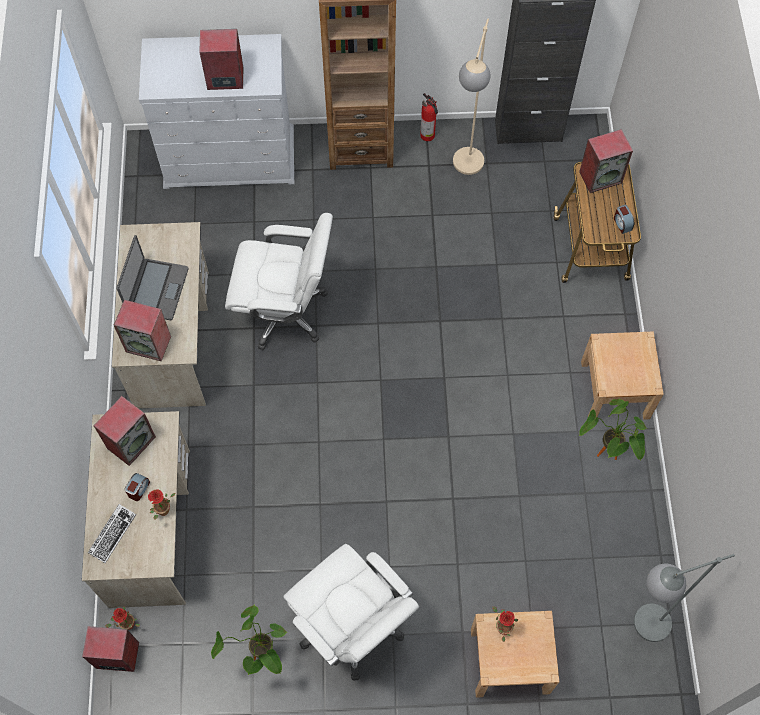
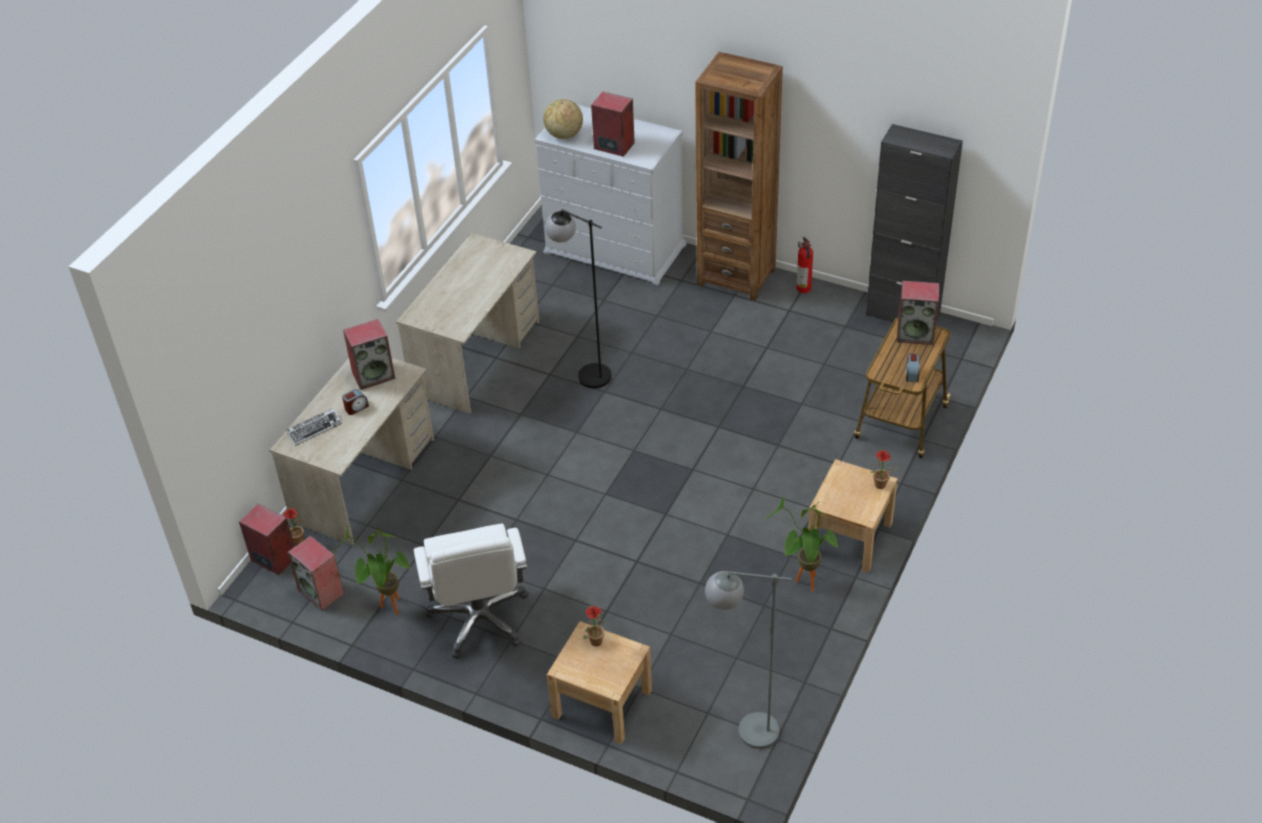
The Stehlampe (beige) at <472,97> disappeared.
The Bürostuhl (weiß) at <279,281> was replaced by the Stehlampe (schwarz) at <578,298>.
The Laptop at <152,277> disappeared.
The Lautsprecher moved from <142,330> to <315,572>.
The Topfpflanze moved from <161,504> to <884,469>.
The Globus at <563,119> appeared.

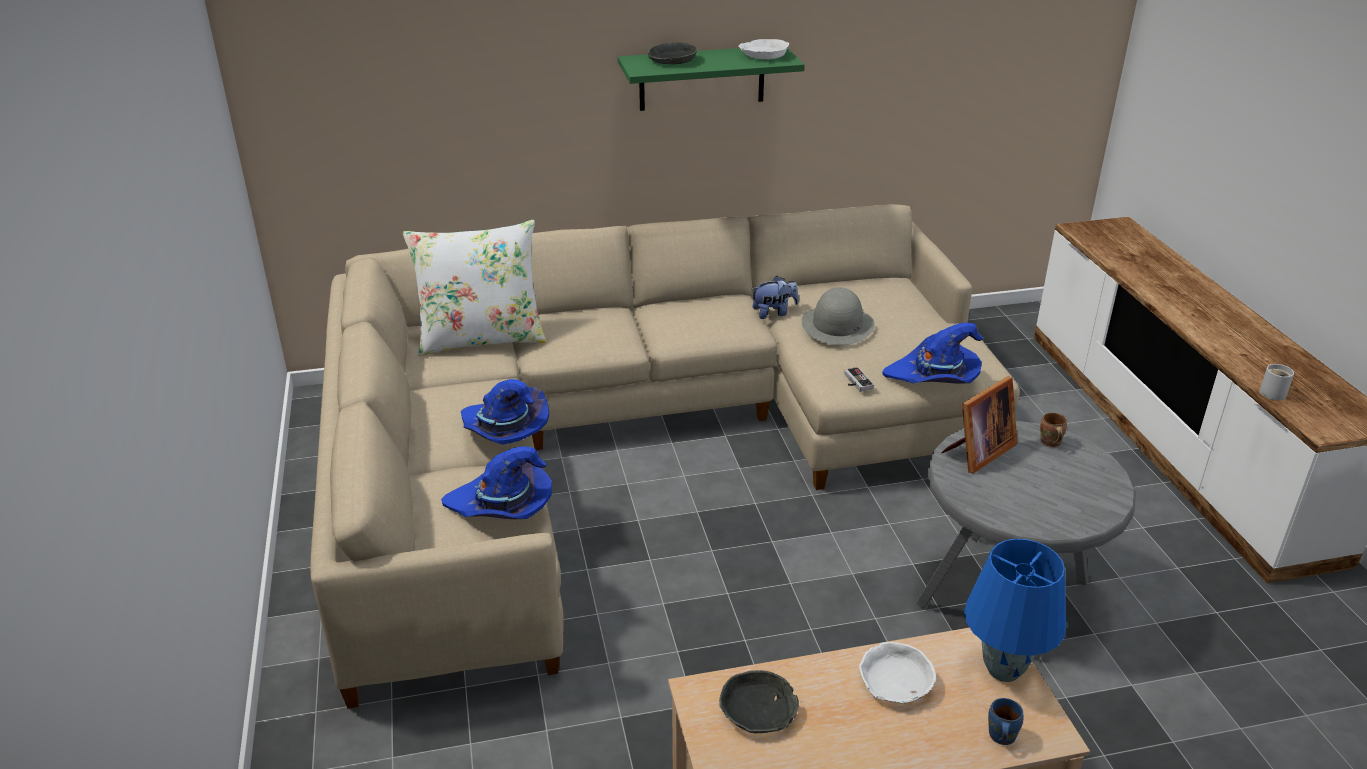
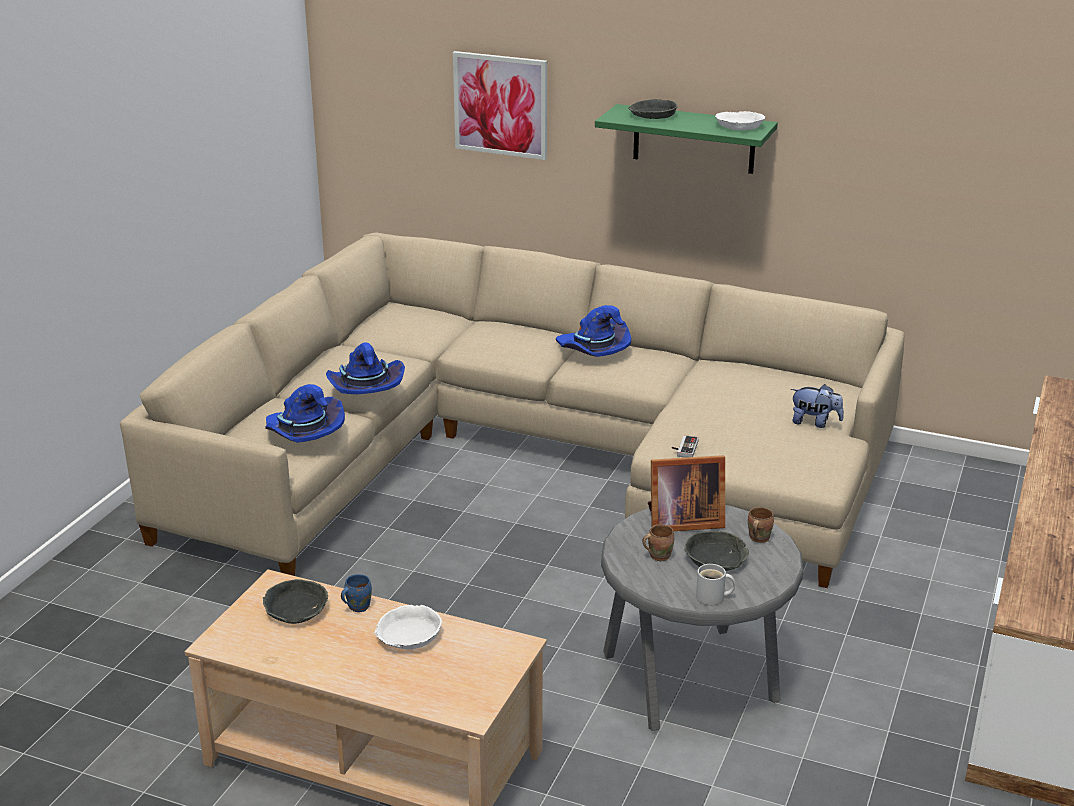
The Kissen (weiß) at <475,288> disappeared.
The Plüschtier moved from <775,297> to <817,406>.
The Hut (grau) at <838,316> disappeared.
The Hut (blau) moved from <932,353> to <593,331>.
The Henkelbecher (weiß) moved from <1276,382> to <715,584>.
The Tischlampe (blau) at <1015,610> disappeared.
The Henkelbecher (blau) moved from <1005,721> to <356,593>.
The Bild at <500,105> appeared.
The Henkelbecher (braun) at <658,542> appeared.
The Schüssel (grau) at <716,551> appeared.

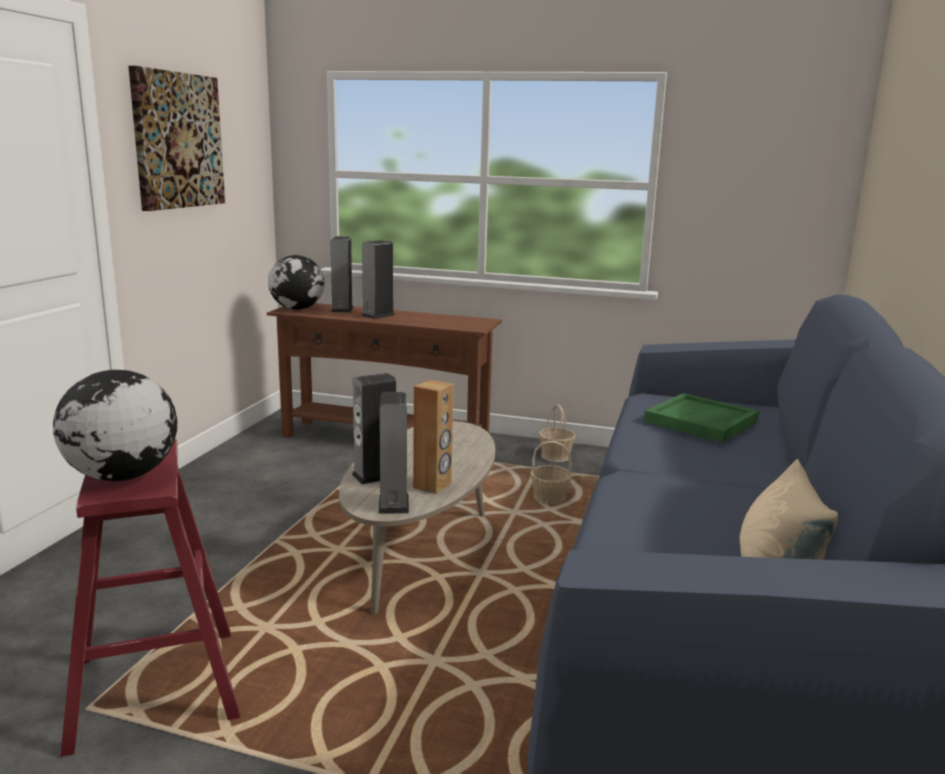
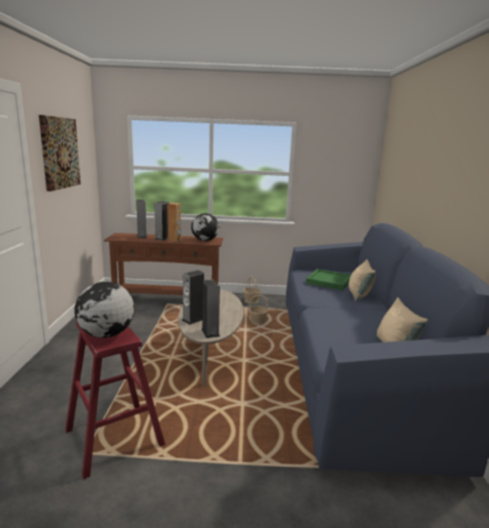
The Globus moved from <296,282> to <205,227>.
The Lautsprecher (braun) moved from <433,437> to <174,222>.
The Kissen (beige) at <362,280> appeared.

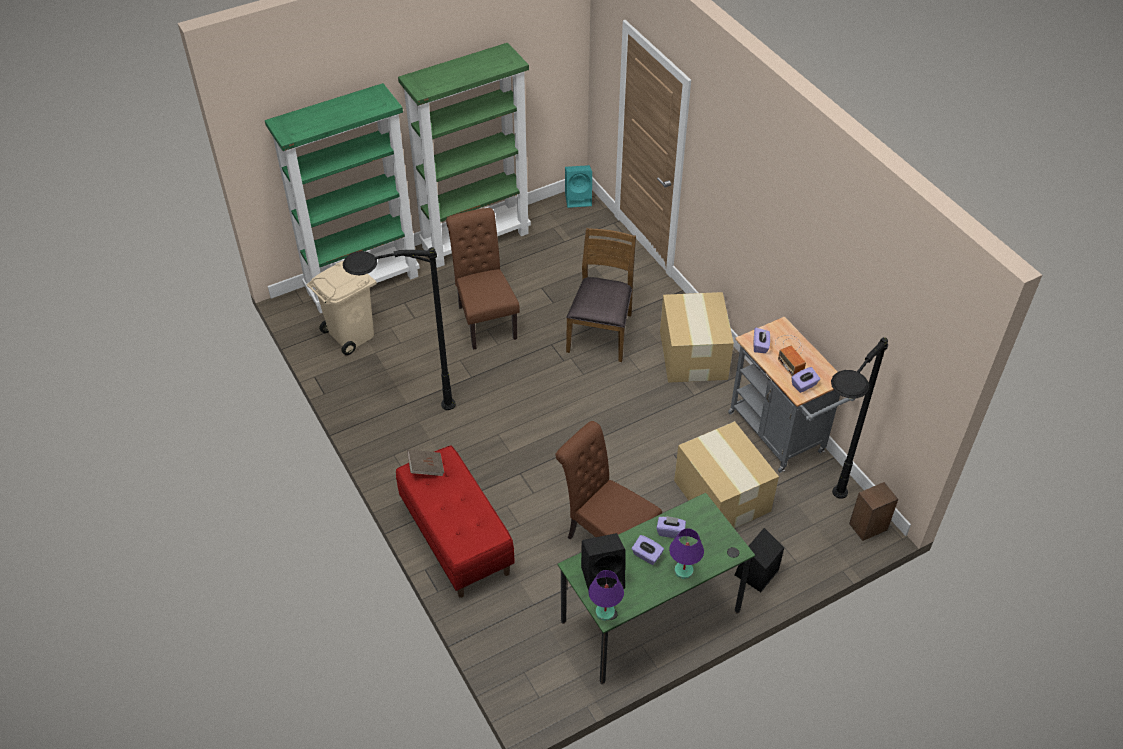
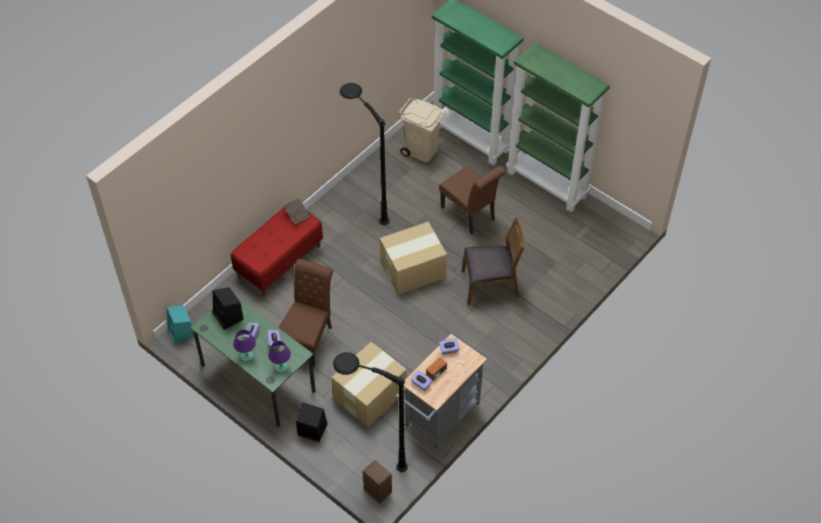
The Lautsprecher (türkis) moved from <578,186> to <180,325>.
The Stuhl (braun) at <483,279> turned 90 degrees clockwise.
The Karton moved from <697,337> to <413,258>.
The Tischlampe (lila) moved from <606,595> to <279,357>.

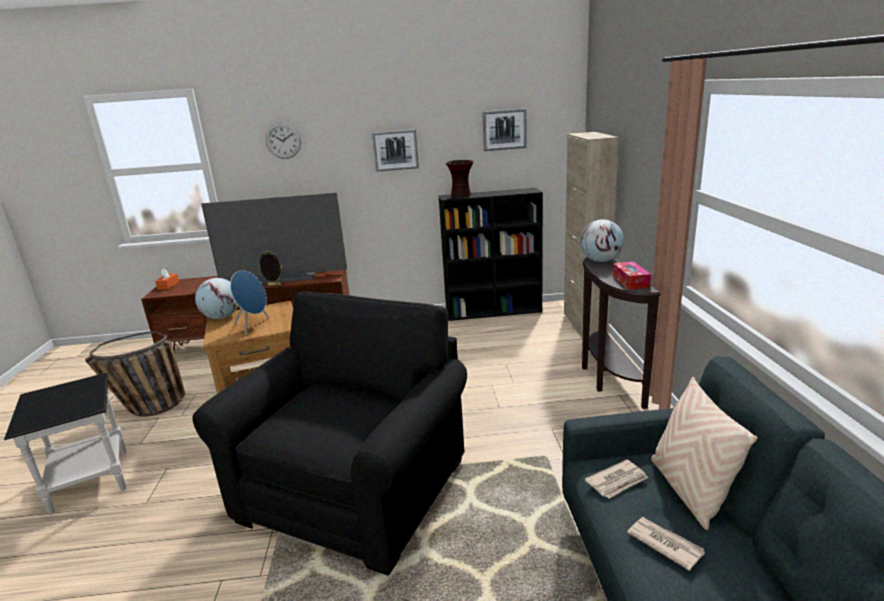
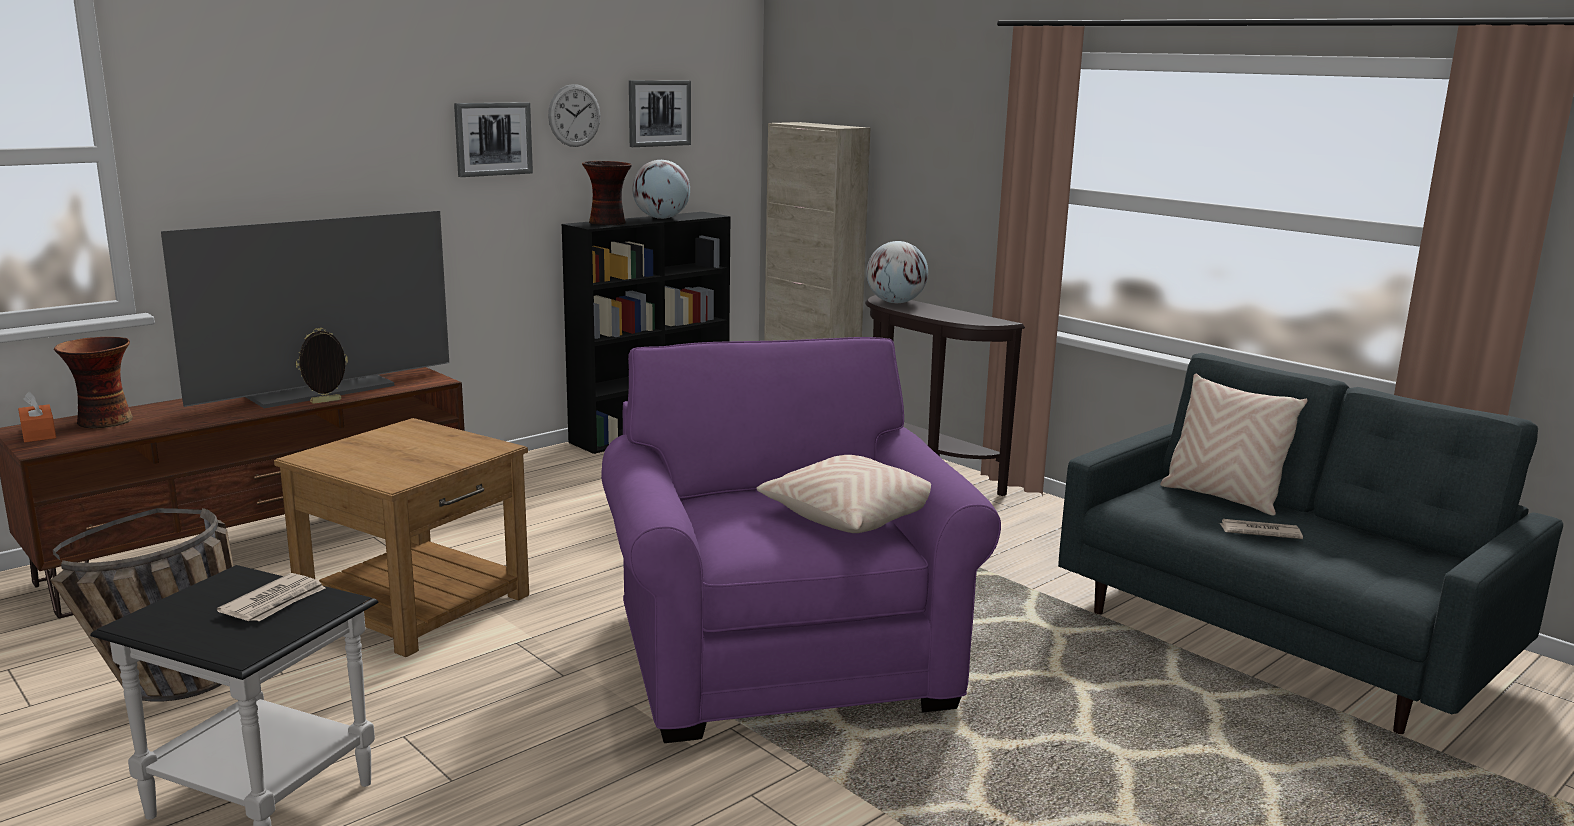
The Wanduhr moved from <283,141> to <574,115>.
The Taschentuchbox at <632,276> disappeared.
The Lautsprecher (blau) at <249,302> disappeared.
The Globus moved from <216,298> to <661,189>.
The Sessel (schwarz) at <329,433> became the Sessel (lila) at <801,540>.
The Zeitung moved from <616,478> to <271,597>.
The Vase at <93,383> appeared.
The Kissen (beige) at <843,494> appeared.

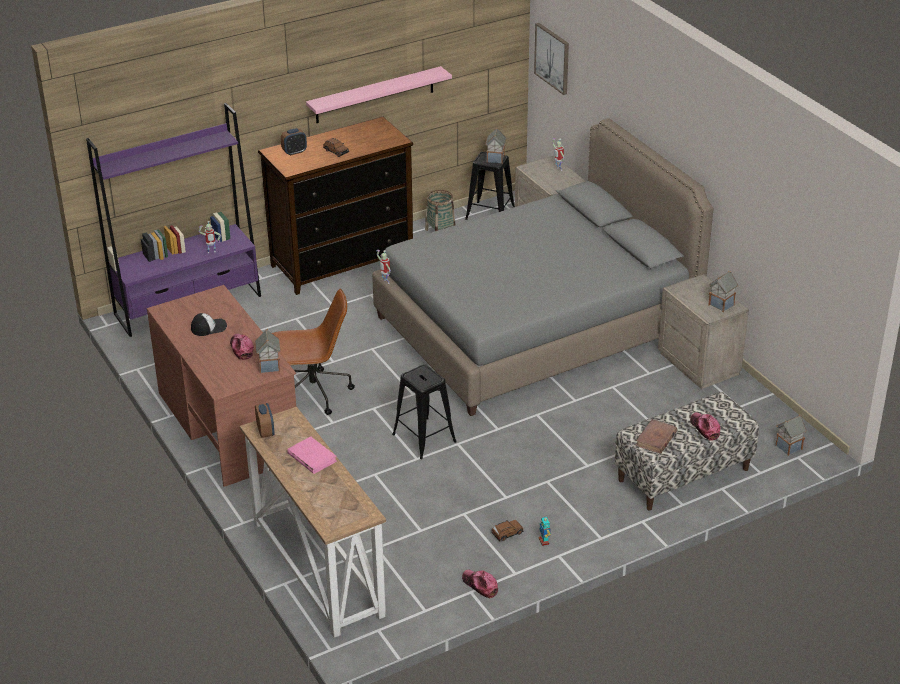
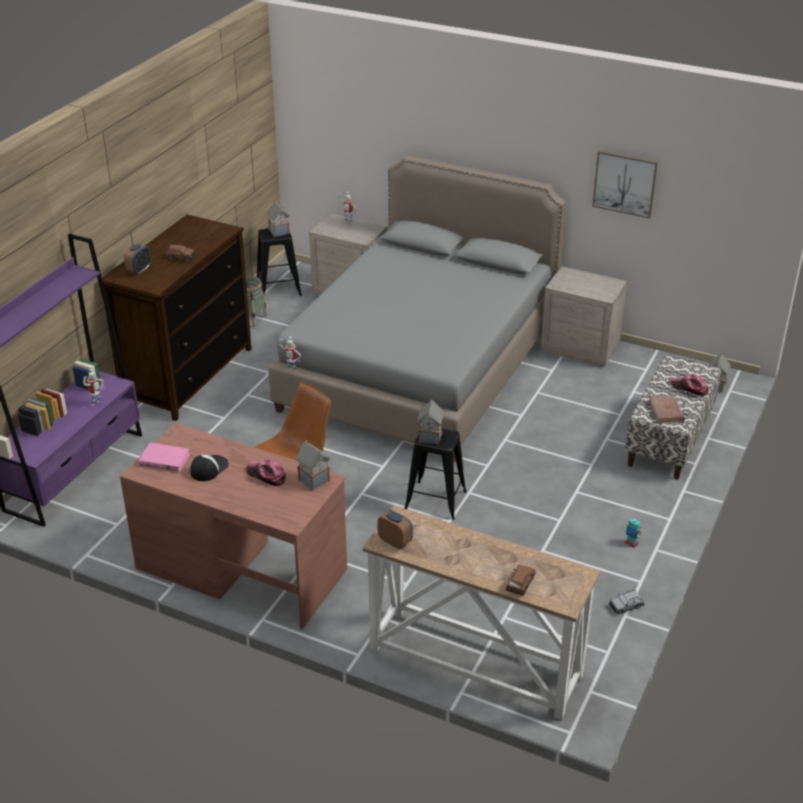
The Bild moved from <551,59> to <625,184>.
The Wandregal (rosa) at <379,94> disappeared.
The Spielzeughaus moved from <723,291> to <430,423>.
The Buch (rosa) moved from <312,455> to <164,457>.
The Spielzeugauto (braun) moved from <507,530> to <520,580>.
The Kappe at <480,584> was replaced by the Spielzeugauto (grau) at <626,602>.

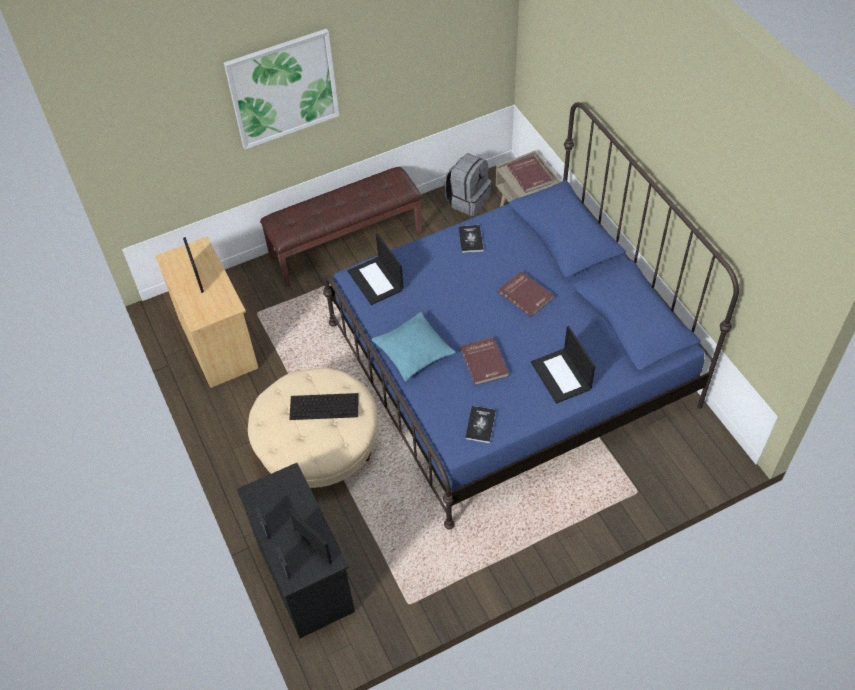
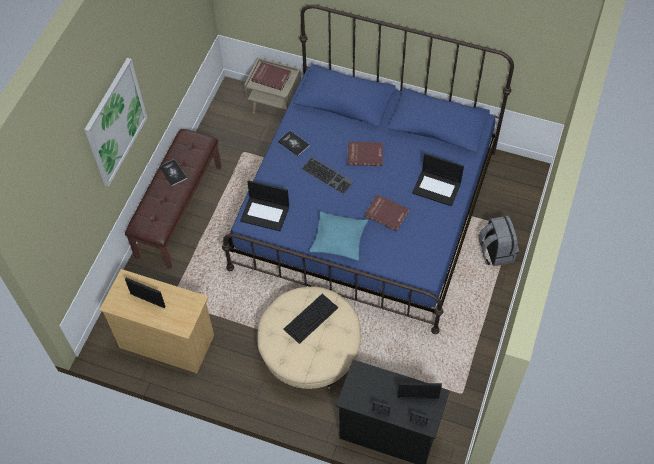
The Rucksack (grau) moved from <467,184> to <499,241>.
The Buch moved from <480,424> to <173,172>.
The Tastatur at <327,175> appeared.

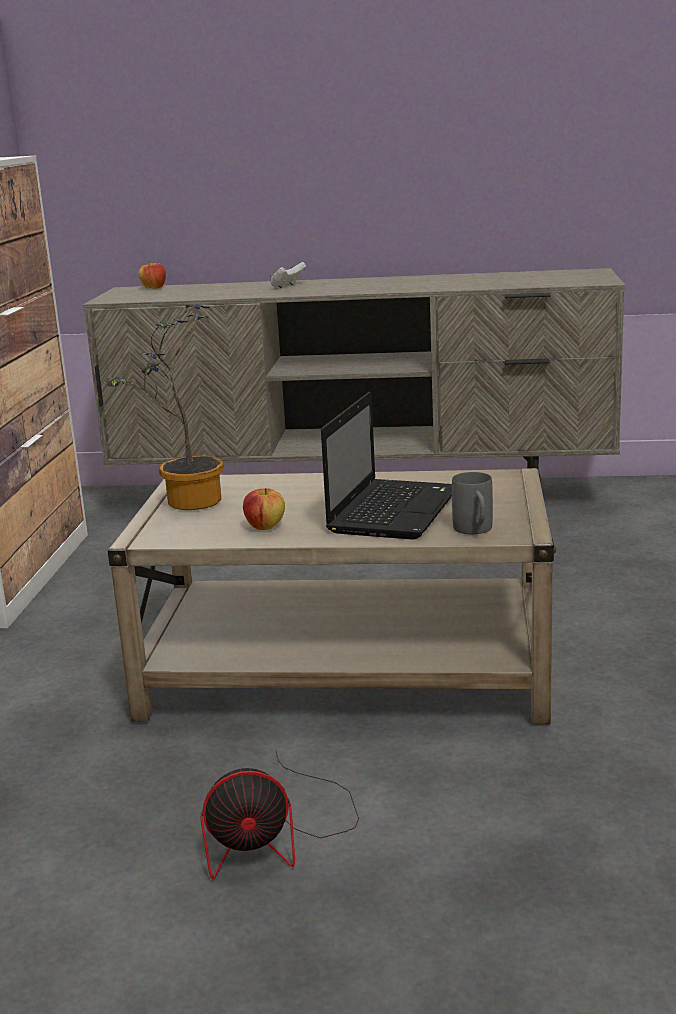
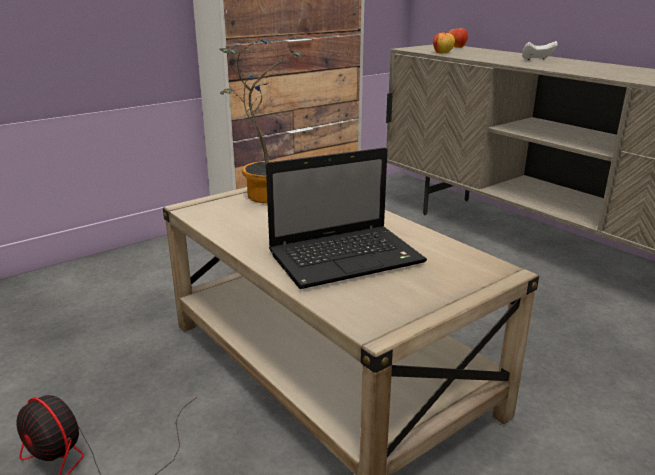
The Henkelbecher (grau) at <472,503> disappeared.
The Apfel moved from <264,509> to <444,43>.

